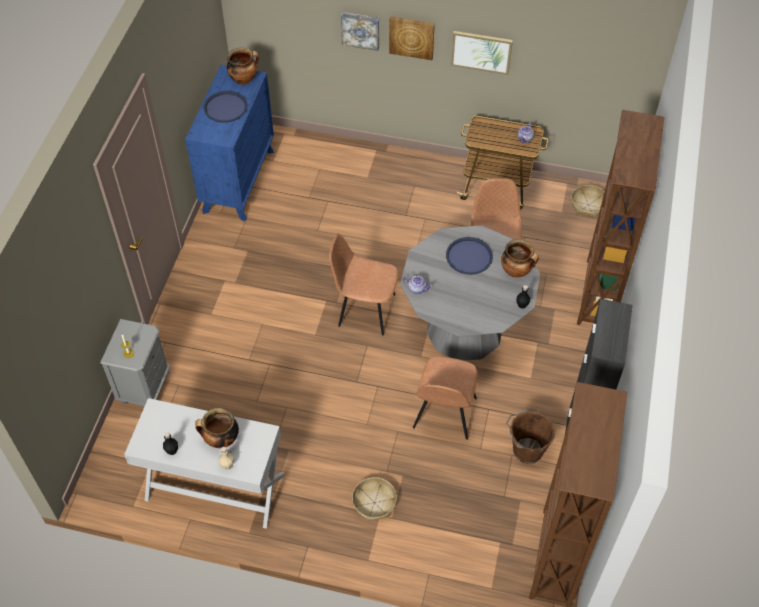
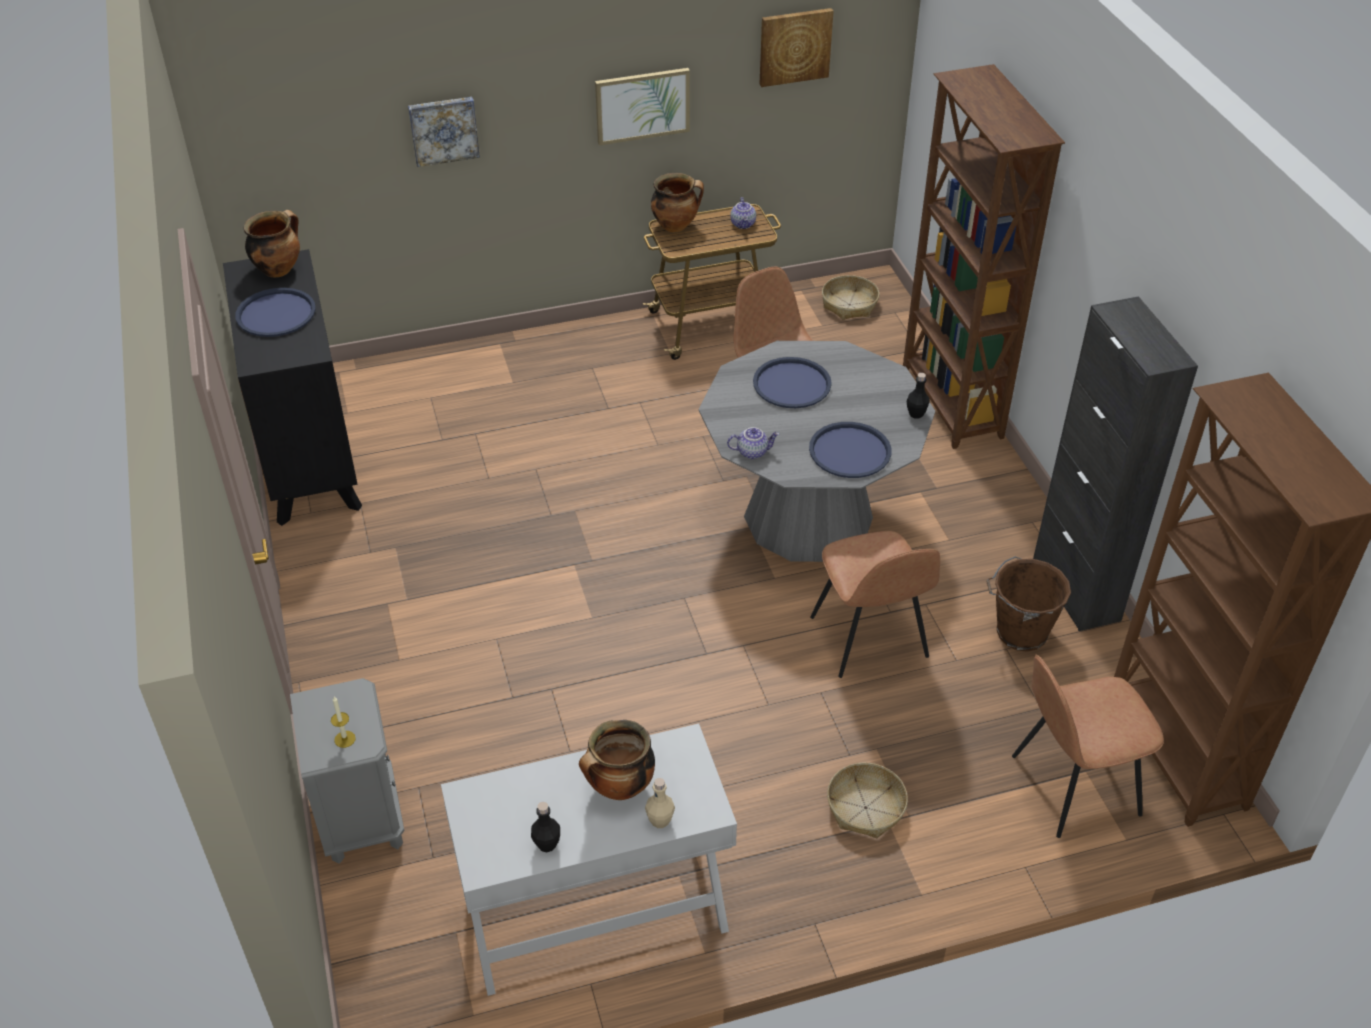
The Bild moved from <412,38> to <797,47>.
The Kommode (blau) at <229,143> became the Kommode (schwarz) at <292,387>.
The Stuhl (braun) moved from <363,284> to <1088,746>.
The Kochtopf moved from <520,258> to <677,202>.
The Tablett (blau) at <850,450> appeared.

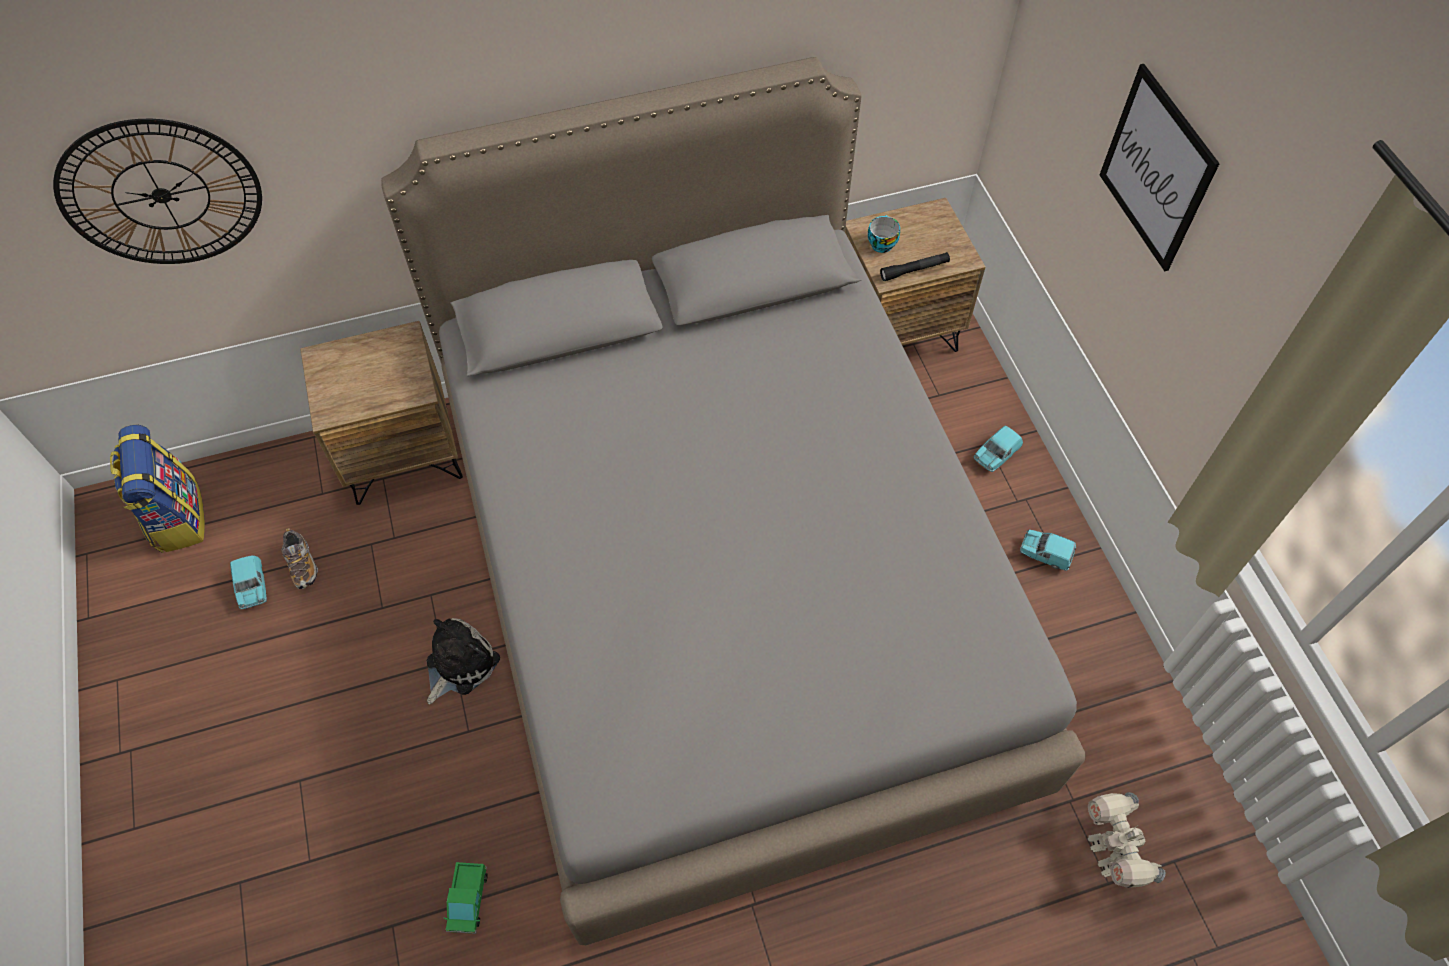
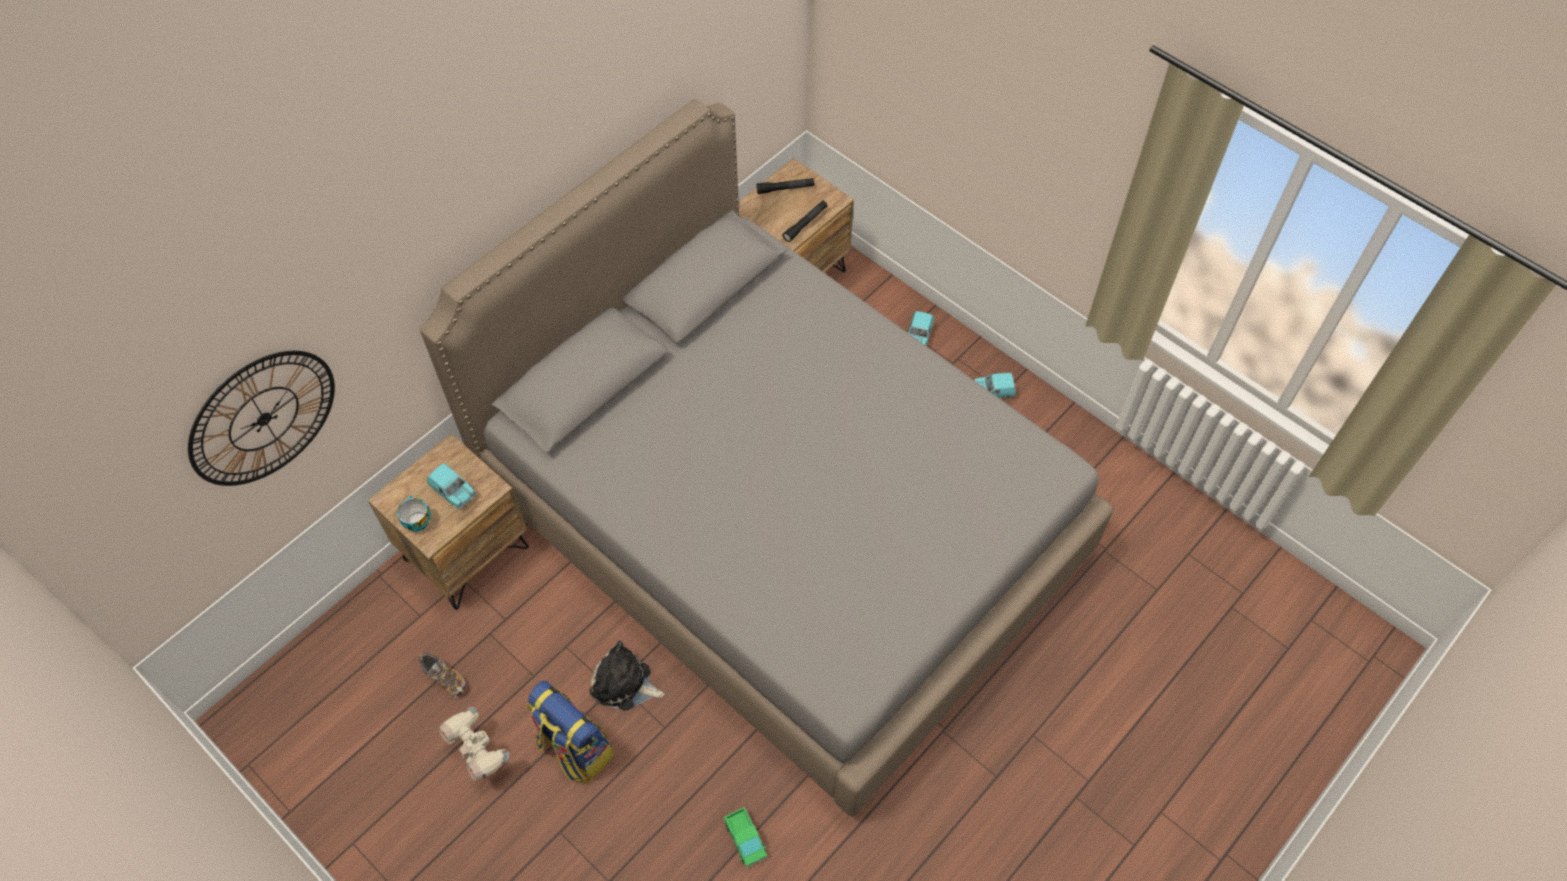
The Bild at <1160,168> disappeared.
The Tasse moved from <883,234> to <414,513>.
The Rucksack moved from <157,488> to <570,732>.
The Spielzeugauto (türkis) moved from <248,582> to <451,486>.
The Plüschtier at <463,661> turned 75 degrees counterclockwise.
The Spielzeugroboter moved from <1127,840> to <473,743>.
The Taschenlampe (schwarz) at <785,186> appeared.

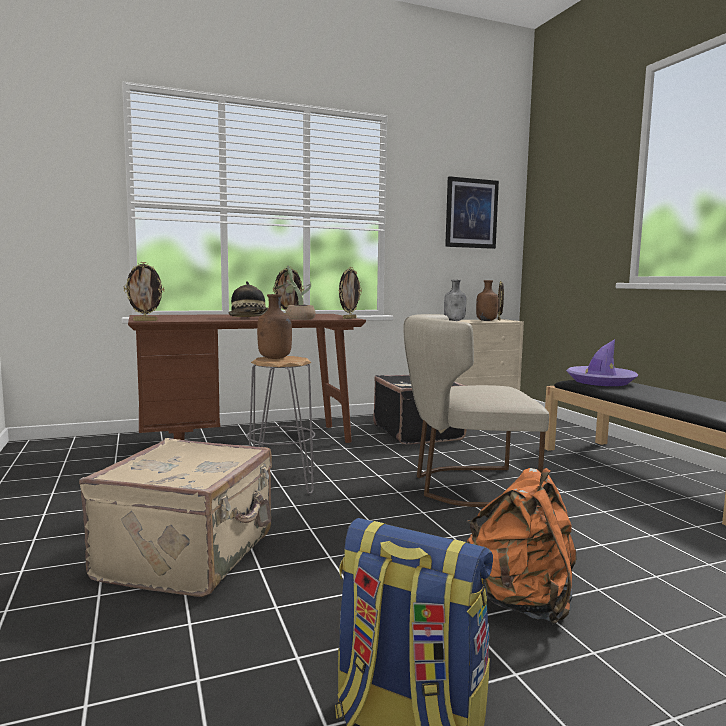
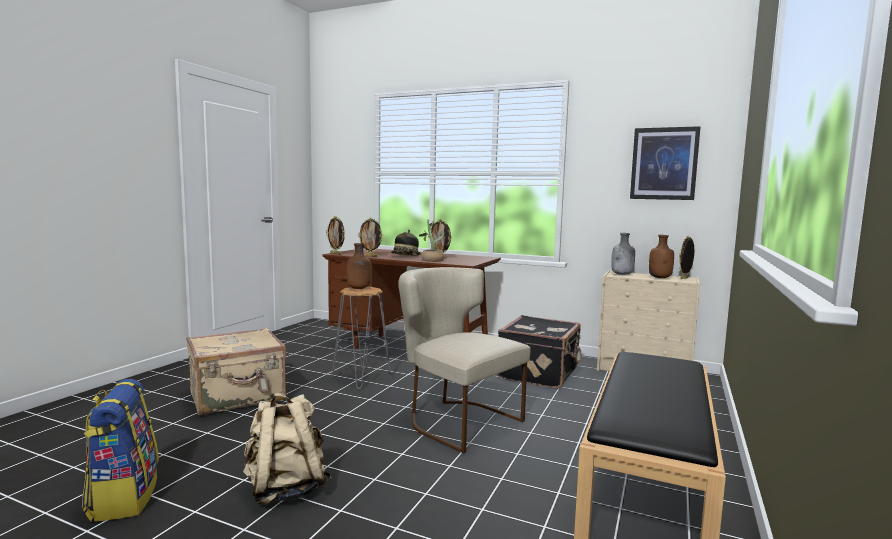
The Bilderrahmen moved from <350,293> to <370,237>.
The Hut (lila) at <602,362> disappeared.
The Rucksack (orange) at <522,546> became the Rucksack (beige) at <287,449>.

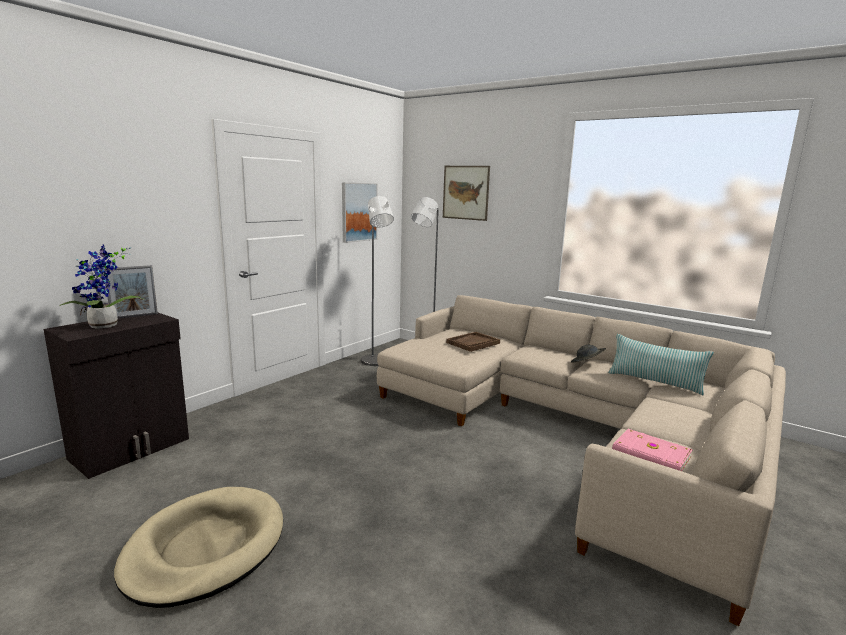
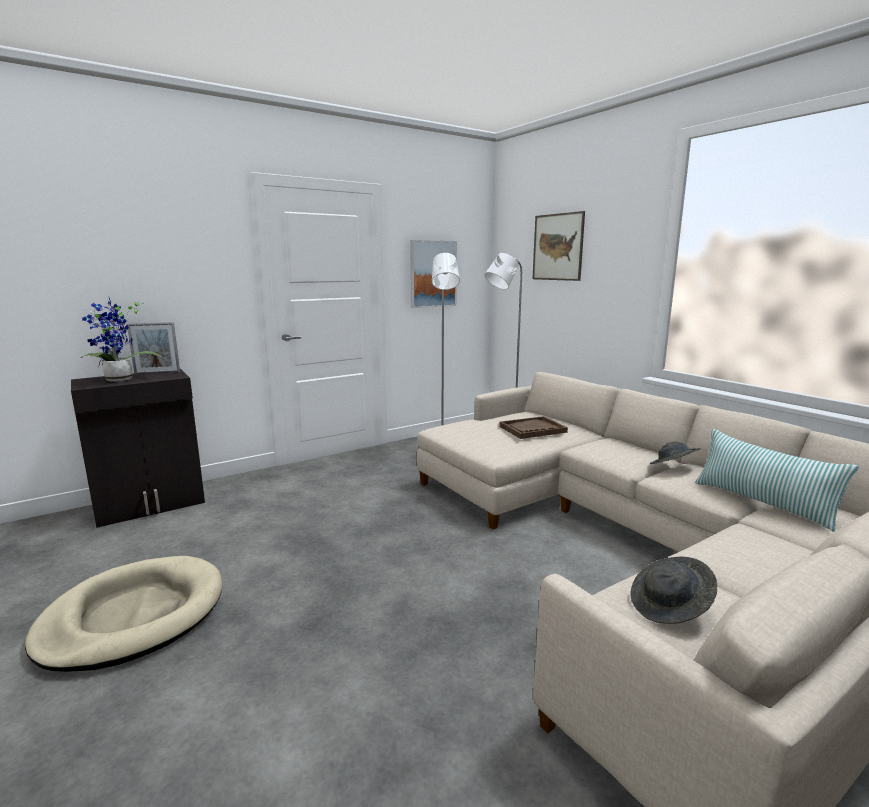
The Buch (rosa) at <652,450> was replaced by the Hut (grau) at <673,590>.

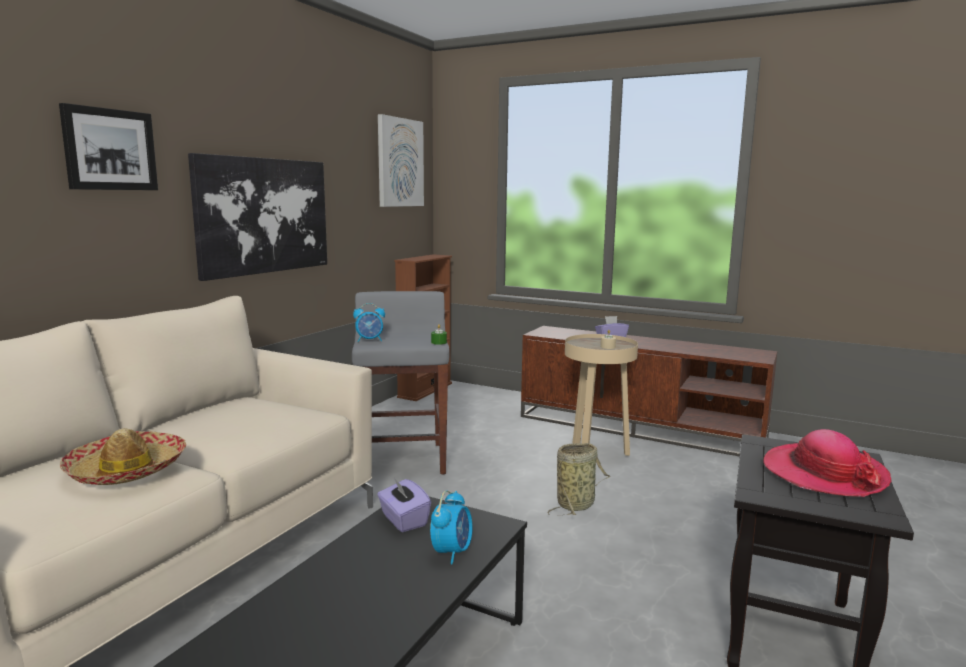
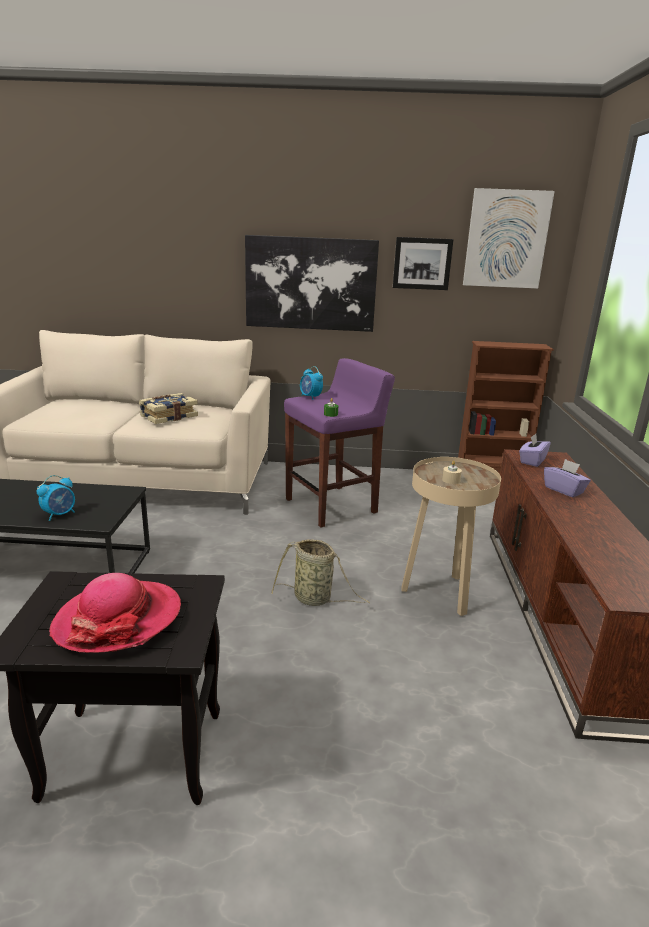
The Bild moved from <108,146> to <423,263>.
The Hocker (grau) at <401,382> became the Hocker (lila) at <339,443>.
The Hut at <123,456> disappeared.
The Taschentuchbox (lila) moved from <404,505> to <535,450>.
The Wecker at <451,528> turned 45 degrees counterclockwise.
The Buch at <168,408> appeared.

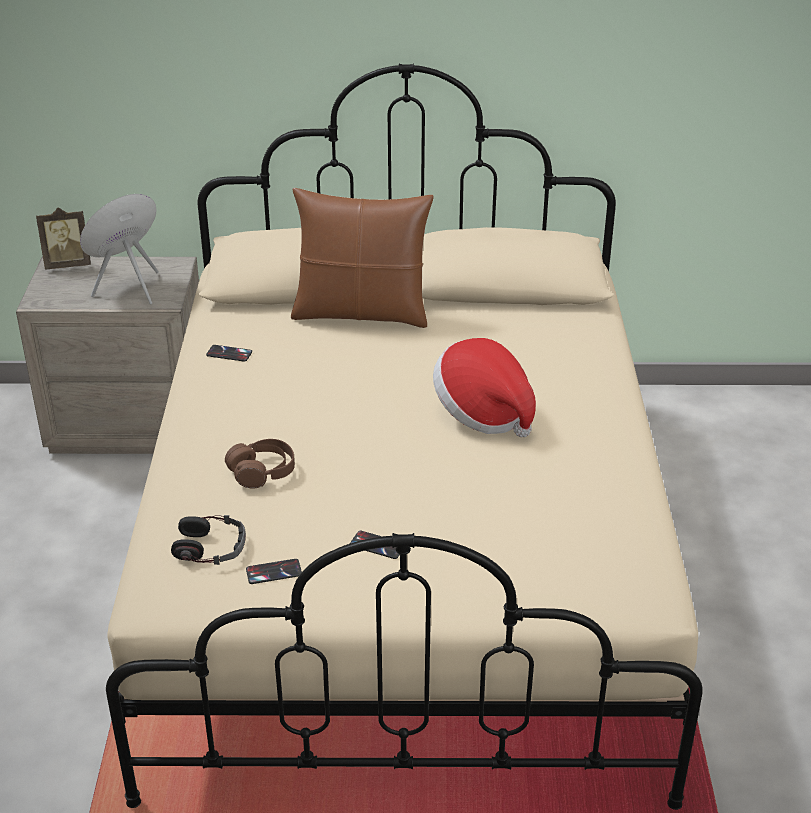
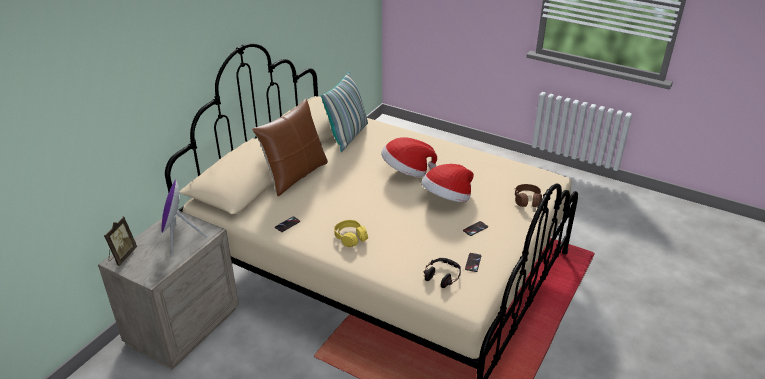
The Kopfhörer (braun) moved from <260,464> to <528,195>.
The Kissen at <344,111> appeared.
The Hut at <447,183> appeared.
The Kopfhörer (gelb) at <351,233> appeared.

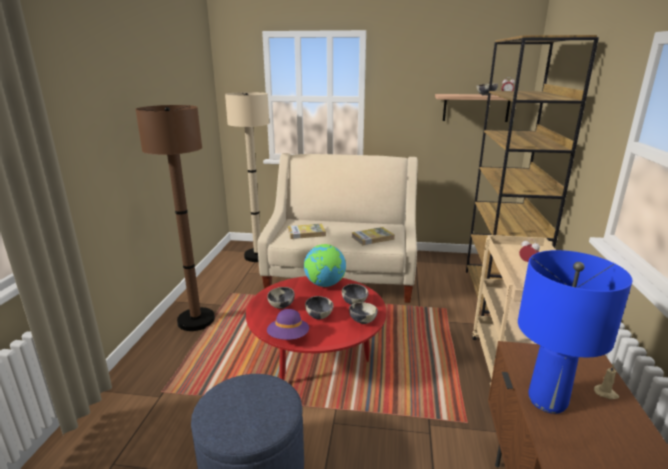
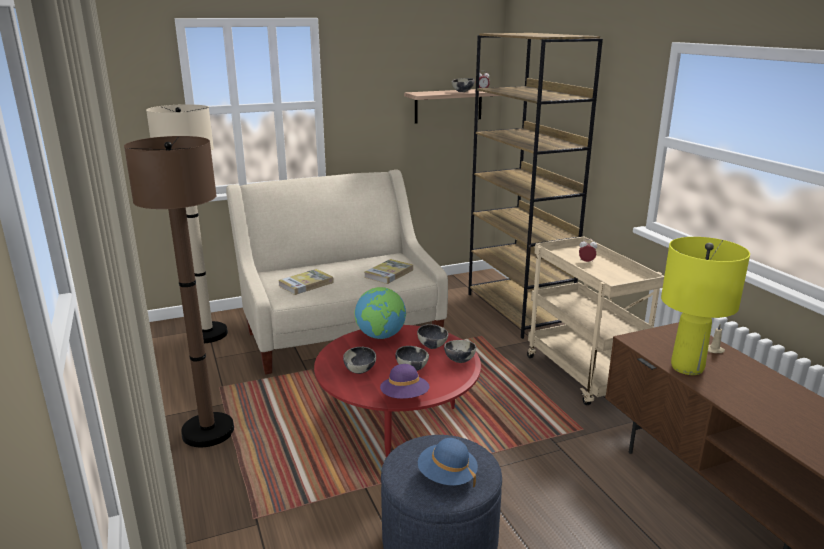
The Tischlampe (blau) at <575,332> became the Tischlampe (gelb) at <705,306>.
The Hut (blau) at <448,462> appeared.

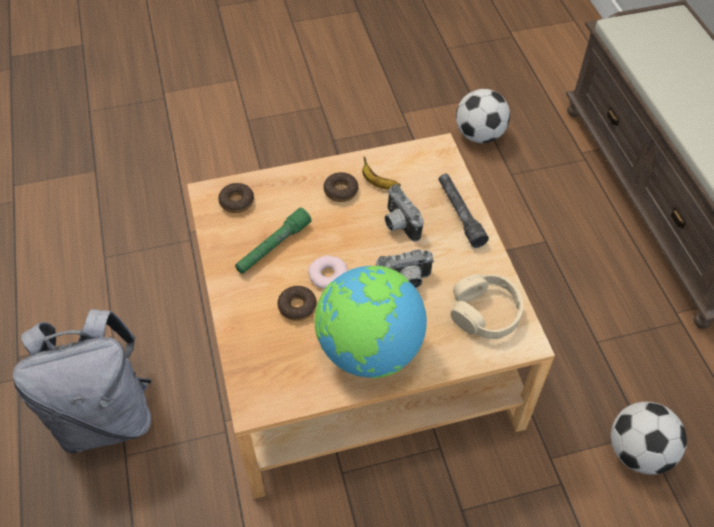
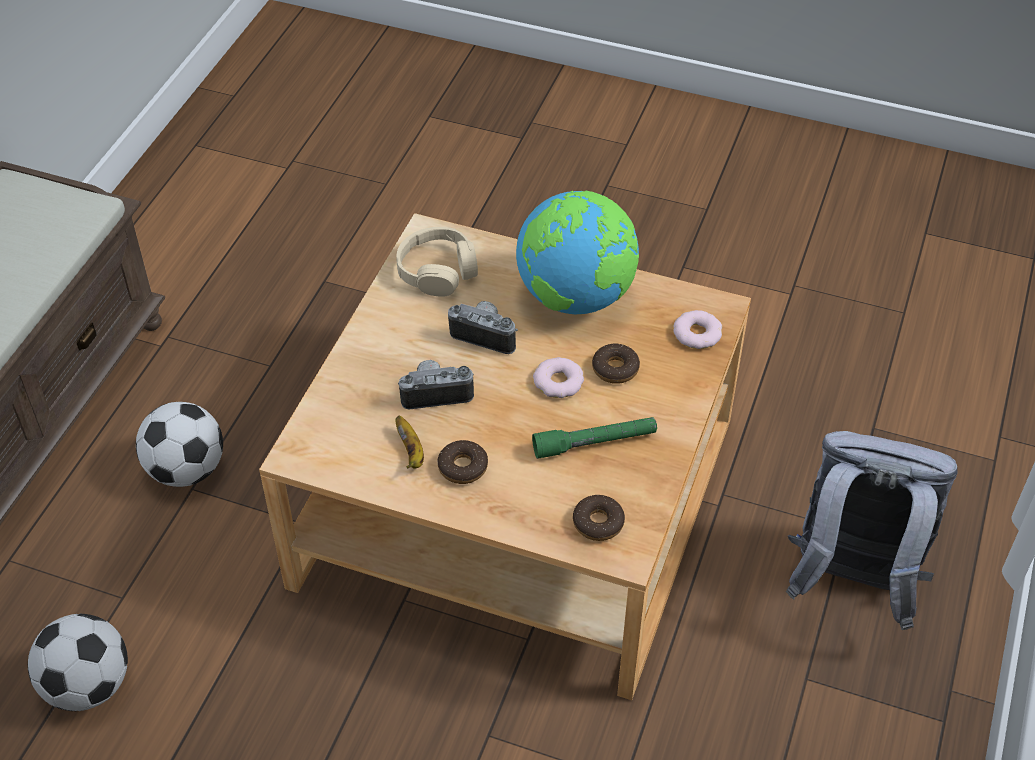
The Taschenlampe (grau) at <464,211> disappeared.
The Kamera at <404,212> turned 105 degrees counterclockwise.
The Fußball moved from <649,438> to <179,444>.
The Donut at <697,329> appeared.

